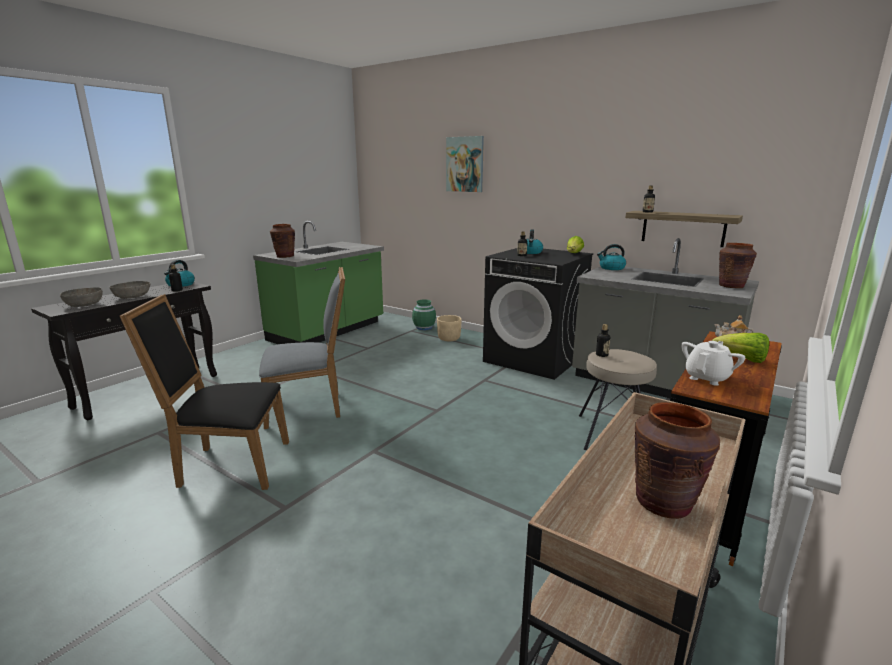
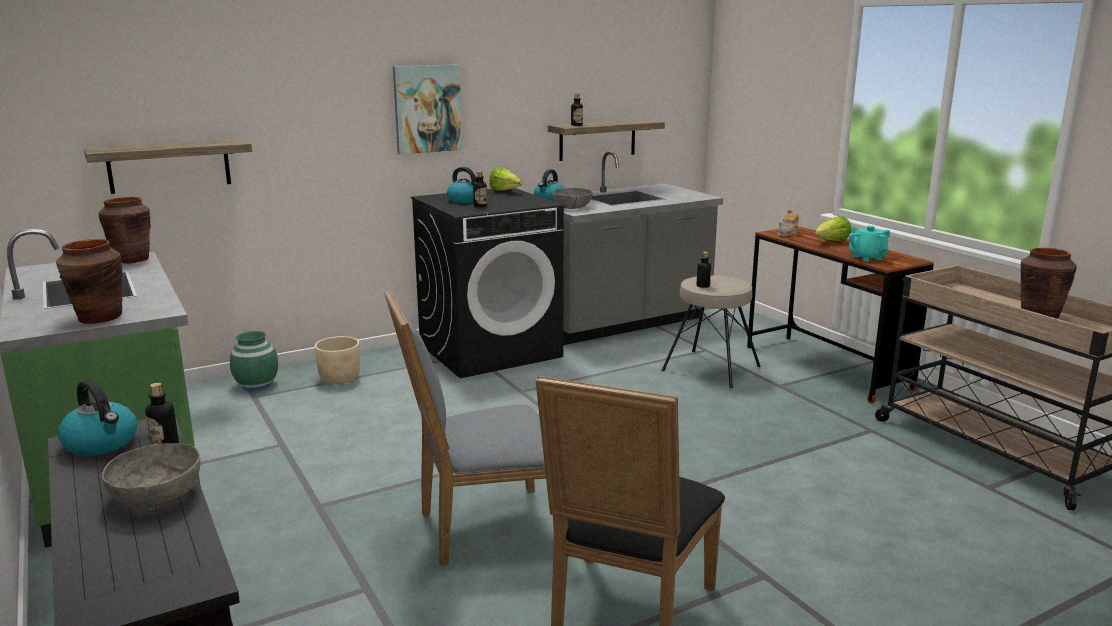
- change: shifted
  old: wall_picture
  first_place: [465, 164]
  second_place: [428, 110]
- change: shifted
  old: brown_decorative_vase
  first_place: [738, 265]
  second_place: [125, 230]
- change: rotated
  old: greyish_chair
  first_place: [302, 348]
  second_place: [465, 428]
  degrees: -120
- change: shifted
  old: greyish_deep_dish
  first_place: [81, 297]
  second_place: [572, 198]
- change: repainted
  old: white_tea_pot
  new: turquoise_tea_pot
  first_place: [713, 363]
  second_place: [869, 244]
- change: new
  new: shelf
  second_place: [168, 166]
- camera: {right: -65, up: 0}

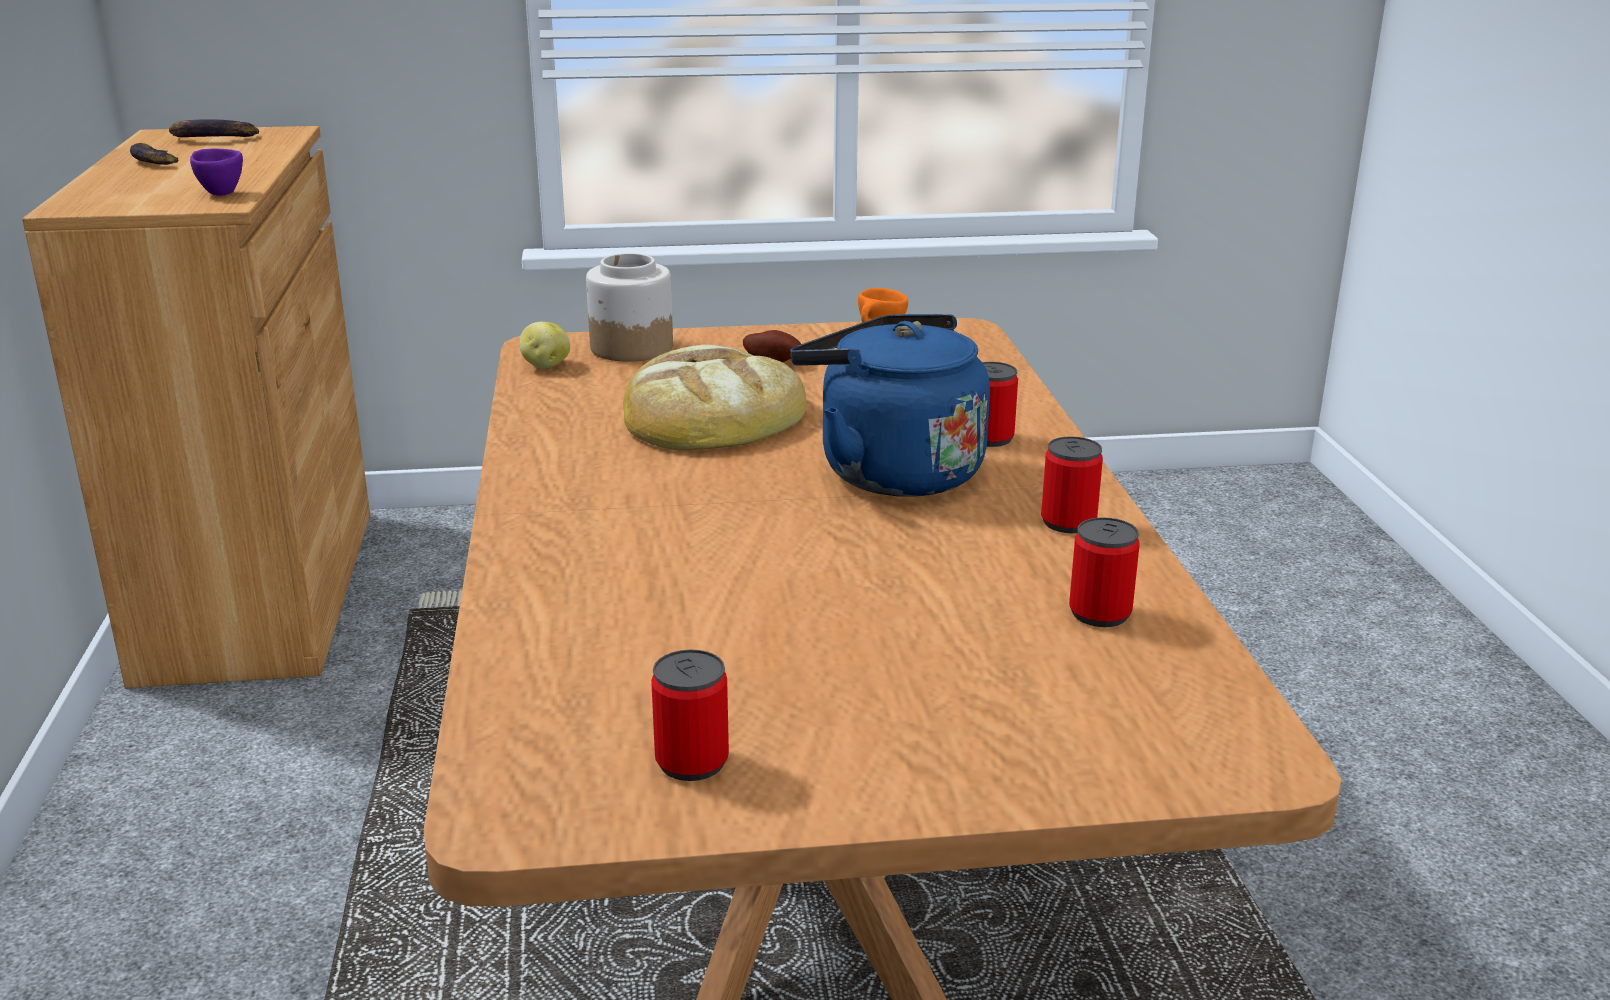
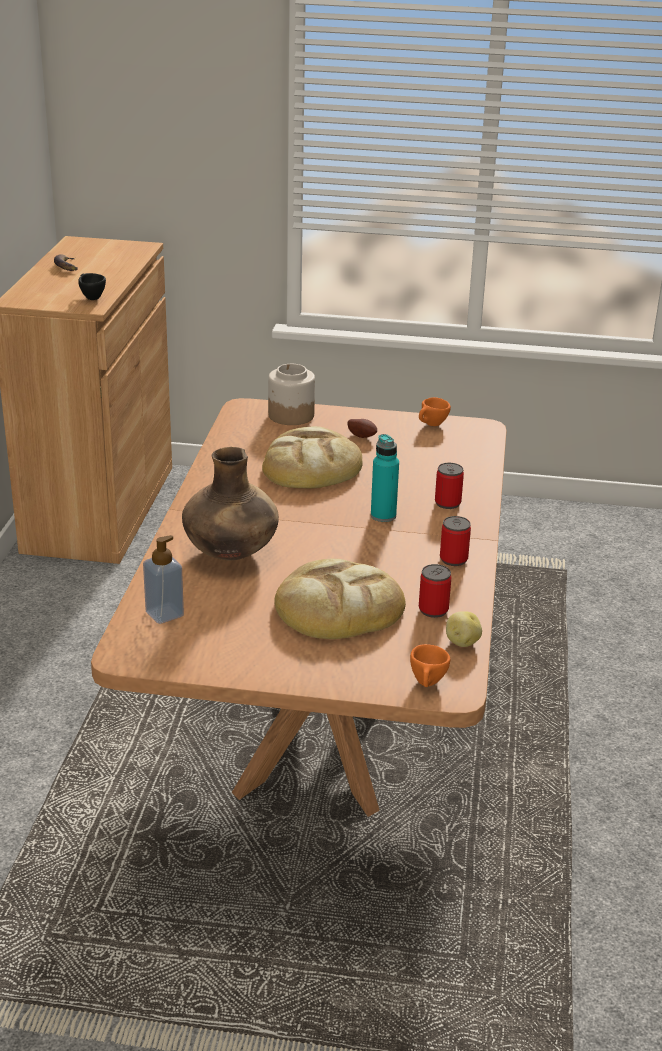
- change: gone
  old: banana
  first_place: [214, 128]
- change: repainted
  old: purple_small_cup
  new: black_small_cup
  first_place: [216, 172]
  second_place: [92, 286]
- change: swapped
  old: blue_kettle
  new: turquoise_bottle
  first_place: [890, 405]
  second_place: [385, 478]
- change: shifted
  old: spud
  first_place: [544, 345]
  second_place: [464, 629]
- change: gone
  old: sealed_can
  first_place: [690, 715]
- change: new
  new: brown_decorative_vase
  second_place: [230, 503]
- change: new
  new: liquid_soap_bottle
  second_place: [163, 579]
- change: new
  new: baked_bread
  second_place: [340, 599]
- change: new
  new: orange-coloured_small_cup
  second_place: [430, 665]
- camera: {right: 15, up: 5}

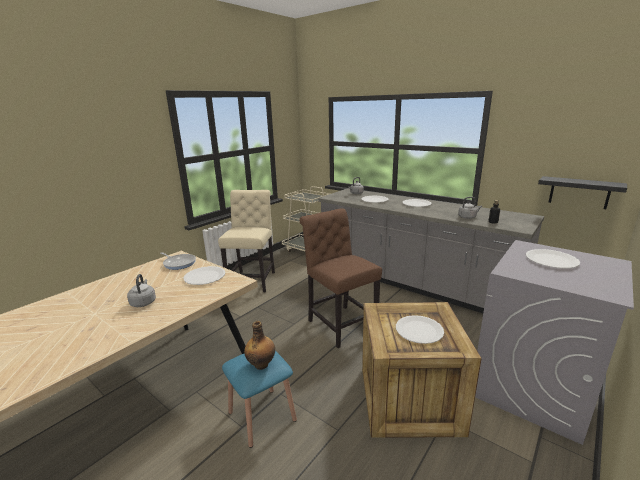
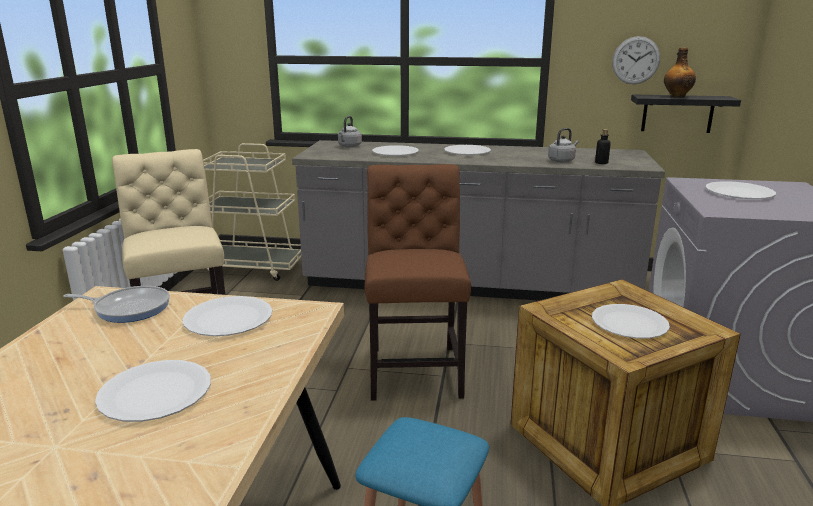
- change: rotated
  old: brown_chair
  first_place: [341, 278]
  second_place: [417, 282]
  degrees: 60
- change: swapped
  old: greyish_kettle
  new: white_dinner_plate
  first_place: [141, 290]
  second_place: [153, 391]
- change: shifted
  old: bottle
  first_place: [259, 345]
  second_place: [680, 72]
- change: new
  new: clock_on_the_wall
  second_place: [636, 60]
- camera: {right: -30, up: 0}

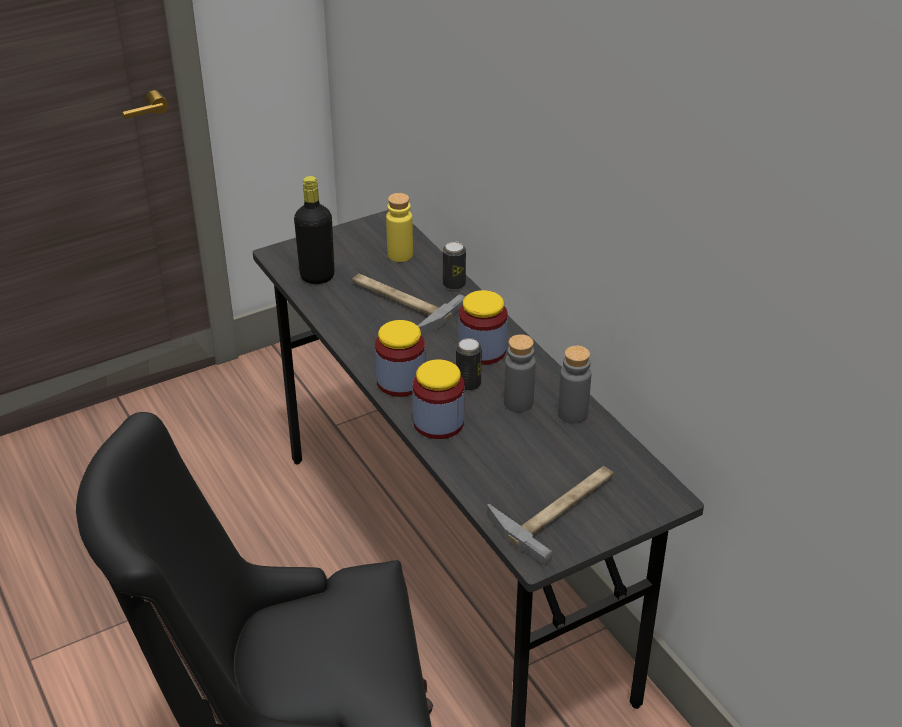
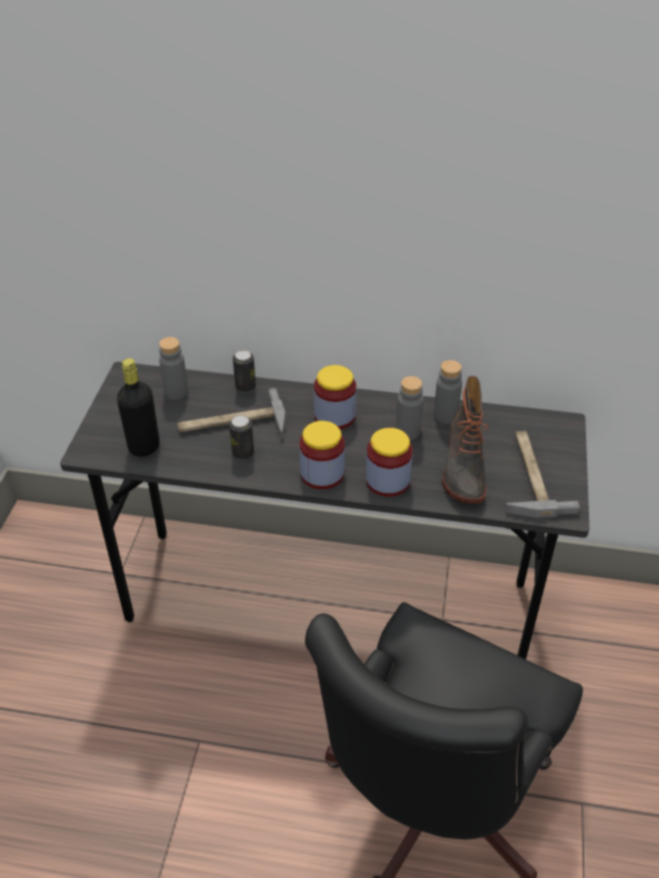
- change: repainted
  old: yellow-coloured_bottle
  new: greyish_bottle
  first_place: [399, 227]
  second_place: [173, 368]
- change: shifted
  old: sealed_can
  first_place: [469, 364]
  second_place: [241, 437]
- change: new
  new: high-top_boot
  second_place: [465, 440]
- camera: {right: -50, up: 5}

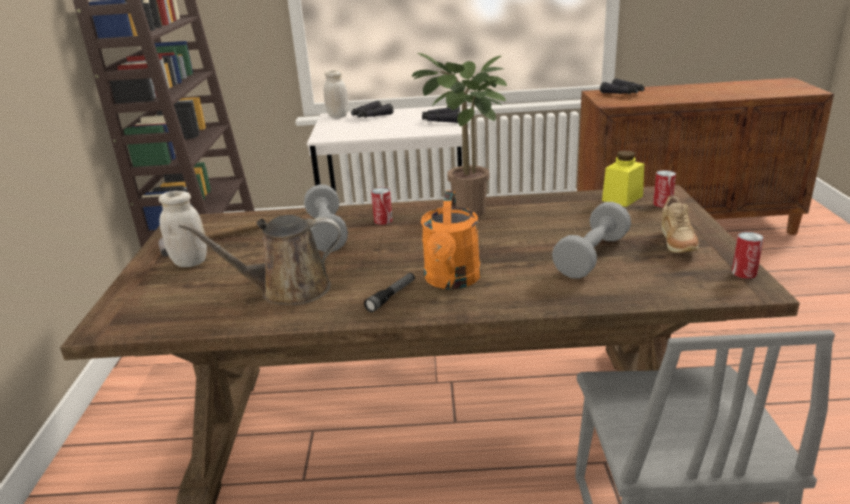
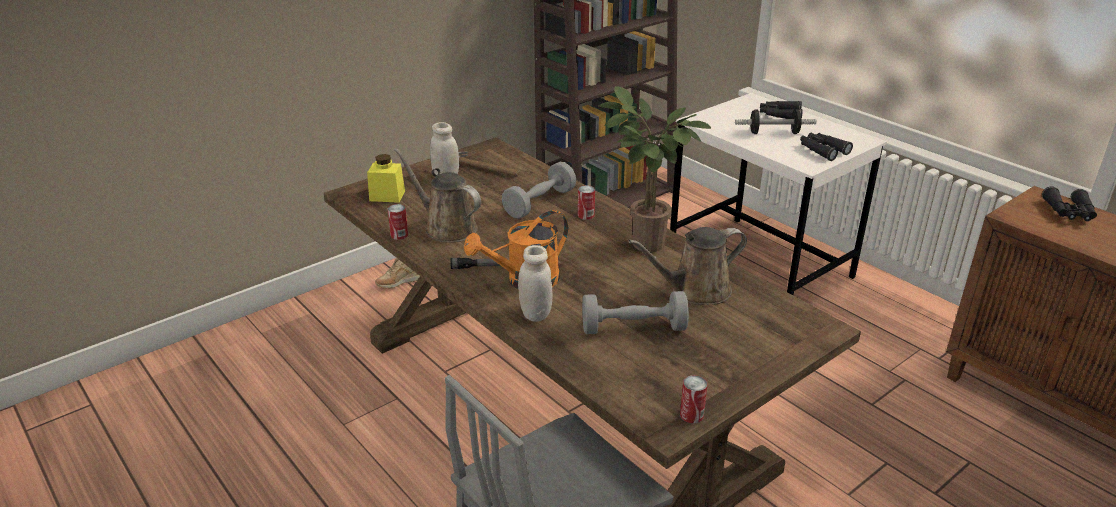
- change: shifted
  old: white_jar
  first_place: [336, 94]
  second_place: [535, 283]
- change: shifted
  old: yellow-coloured_jar
  first_place: [623, 178]
  second_place: [386, 178]
- change: shifted
  old: sealed_can
  first_place: [664, 189]
  second_place: [398, 222]
- change: shifted
  old: beige_low_shoe
  first_place: [680, 224]
  second_place: [397, 273]
- change: new
  new: dumbbell
  second_place: [776, 121]
- change: new
  new: brown_sprinkling_can
  second_place: [687, 266]
- camera: {right: 50, up: 5}

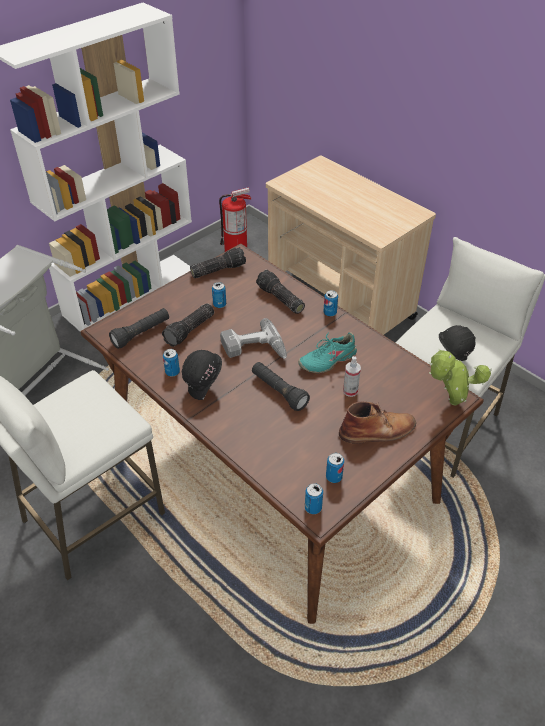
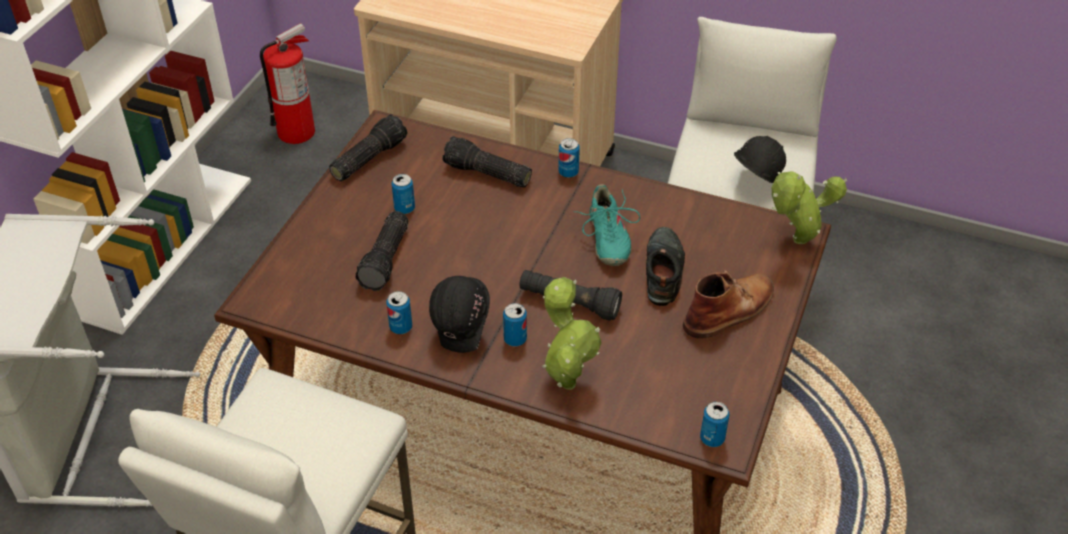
- change: gone
  old: black_torch
  first_place: [139, 328]
- change: gone
  old: power_drill
  first_place: [253, 338]
- change: rotated
  old: turquoise_low_shoe
  first_place: [327, 352]
  second_place: [607, 225]
  degrees: -45
- change: swapped
  old: spray_bottle
  new: black_low_shoe
  first_place: [352, 376]
  second_place: [665, 266]
- change: shifted
  old: sealed_can
  first_place: [335, 468]
  second_place: [515, 324]
- change: new
  new: potted_plant
  second_place: [572, 333]
- camera: {right: -25, up: 0}

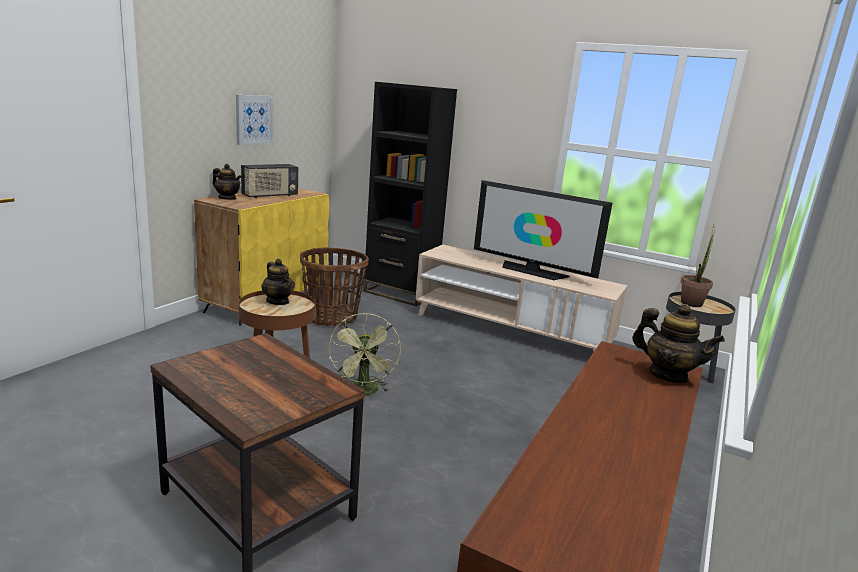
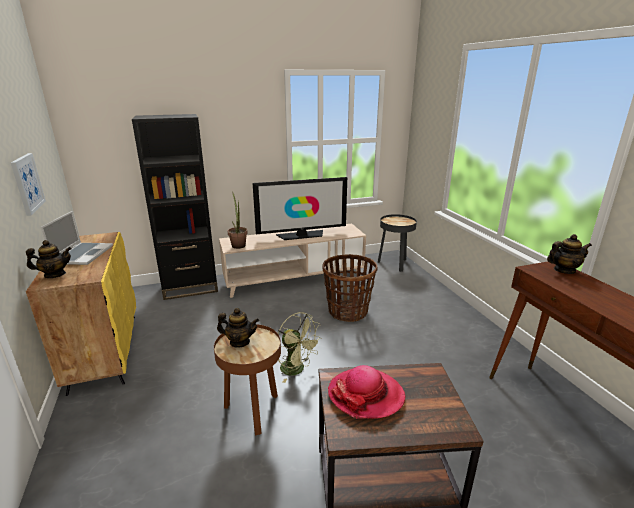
- change: swapped
  old: radio_set
  new: laptop
  first_place: [269, 181]
  second_place: [77, 238]
- change: shifted
  old: potted_plant
  first_place: [697, 266]
  second_place: [238, 220]
- change: shifted
  old: household_basket
  first_place: [334, 287]
  second_place: [350, 288]
- change: new
  new: hat
  second_place: [366, 392]
- camera: {right: -45, up: 5}

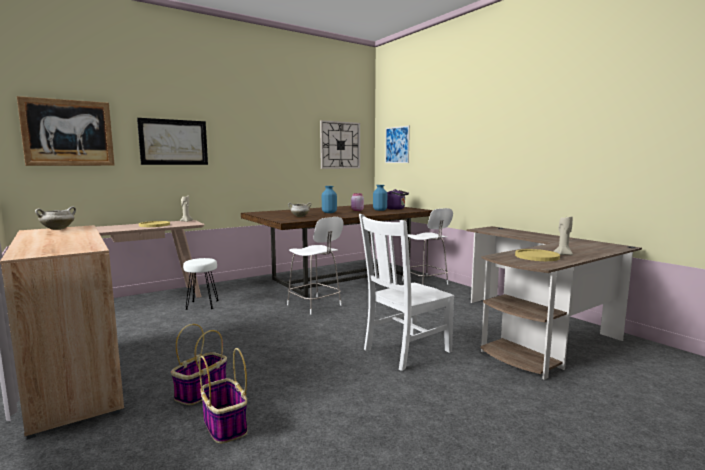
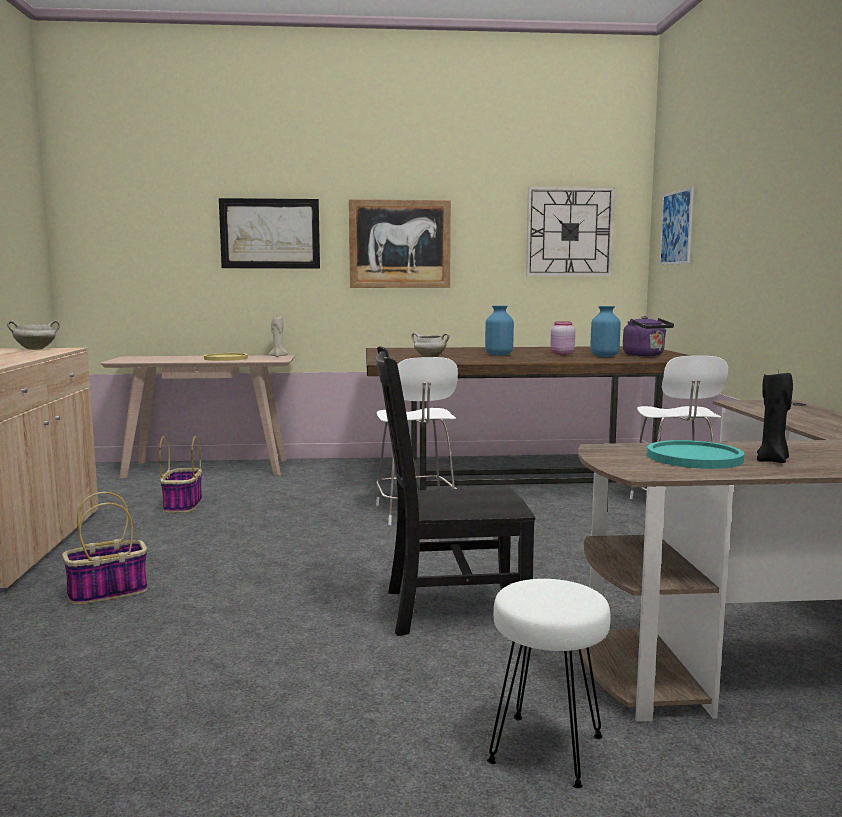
- change: shifted
  old: wall_picture
  first_place: [66, 131]
  second_place: [400, 243]
- change: repainted
  old: white_chair
  new: black_chair
  first_place: [406, 292]
  second_place: [455, 491]
- change: repainted
  old: beige_candle
  new: black_candle
  first_place: [563, 235]
  second_place: [775, 417]
- change: repainted
  old: yellow-coloured_dinner_plate
  new: turquoise_dinner_plate
  first_place: [537, 255]
  second_place: [695, 454]
- change: shifted
  old: white_stool
  first_place: [201, 284]
  second_place: [549, 683]
- change: shifted
  old: household_basket
  first_place: [223, 396]
  second_place: [180, 474]
- camera: {right: 30, up: 0}

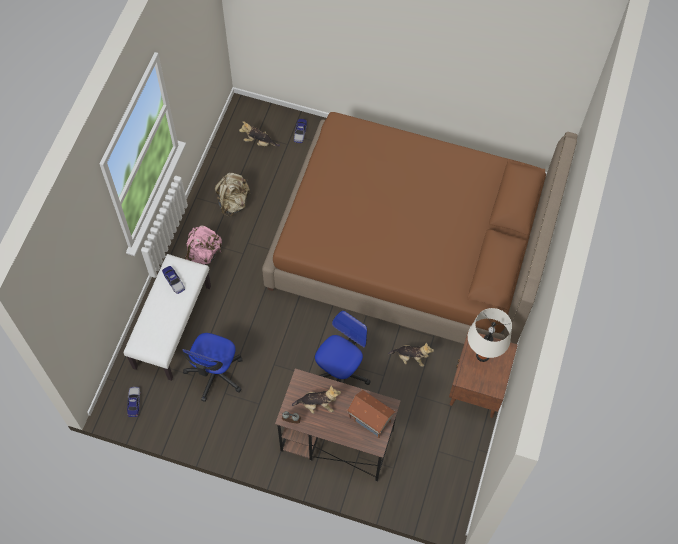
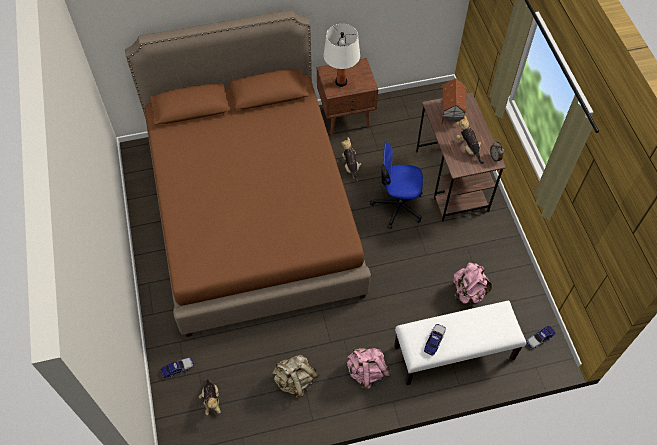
- change: swapped
  old: computer_chair
  new: pink-coloured_knapsack
  first_place: [212, 367]
  second_place: [472, 283]
- camera: {right: -120, up: -5}

